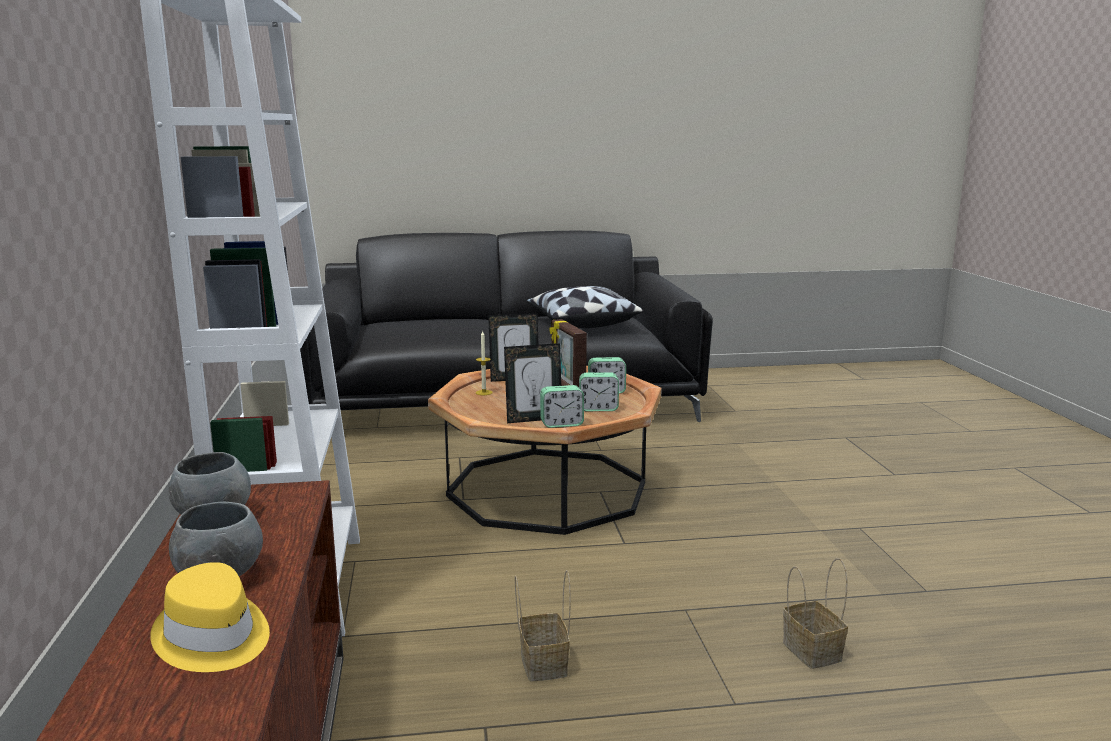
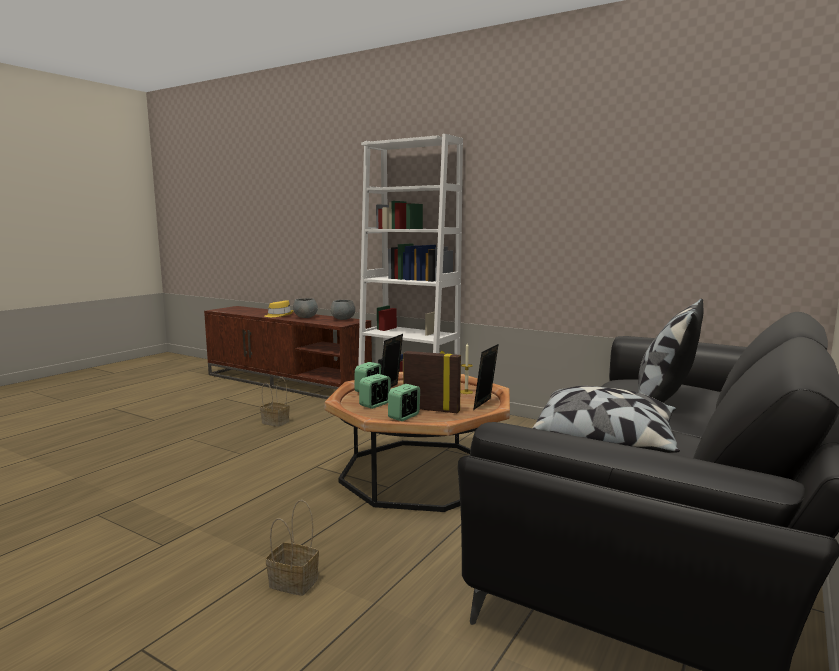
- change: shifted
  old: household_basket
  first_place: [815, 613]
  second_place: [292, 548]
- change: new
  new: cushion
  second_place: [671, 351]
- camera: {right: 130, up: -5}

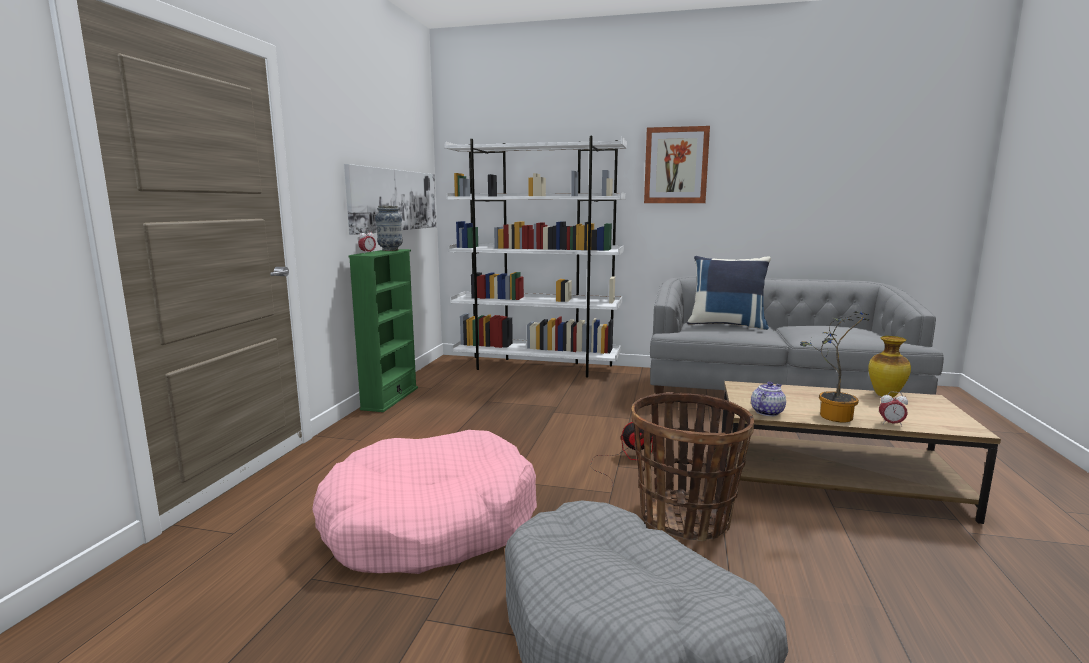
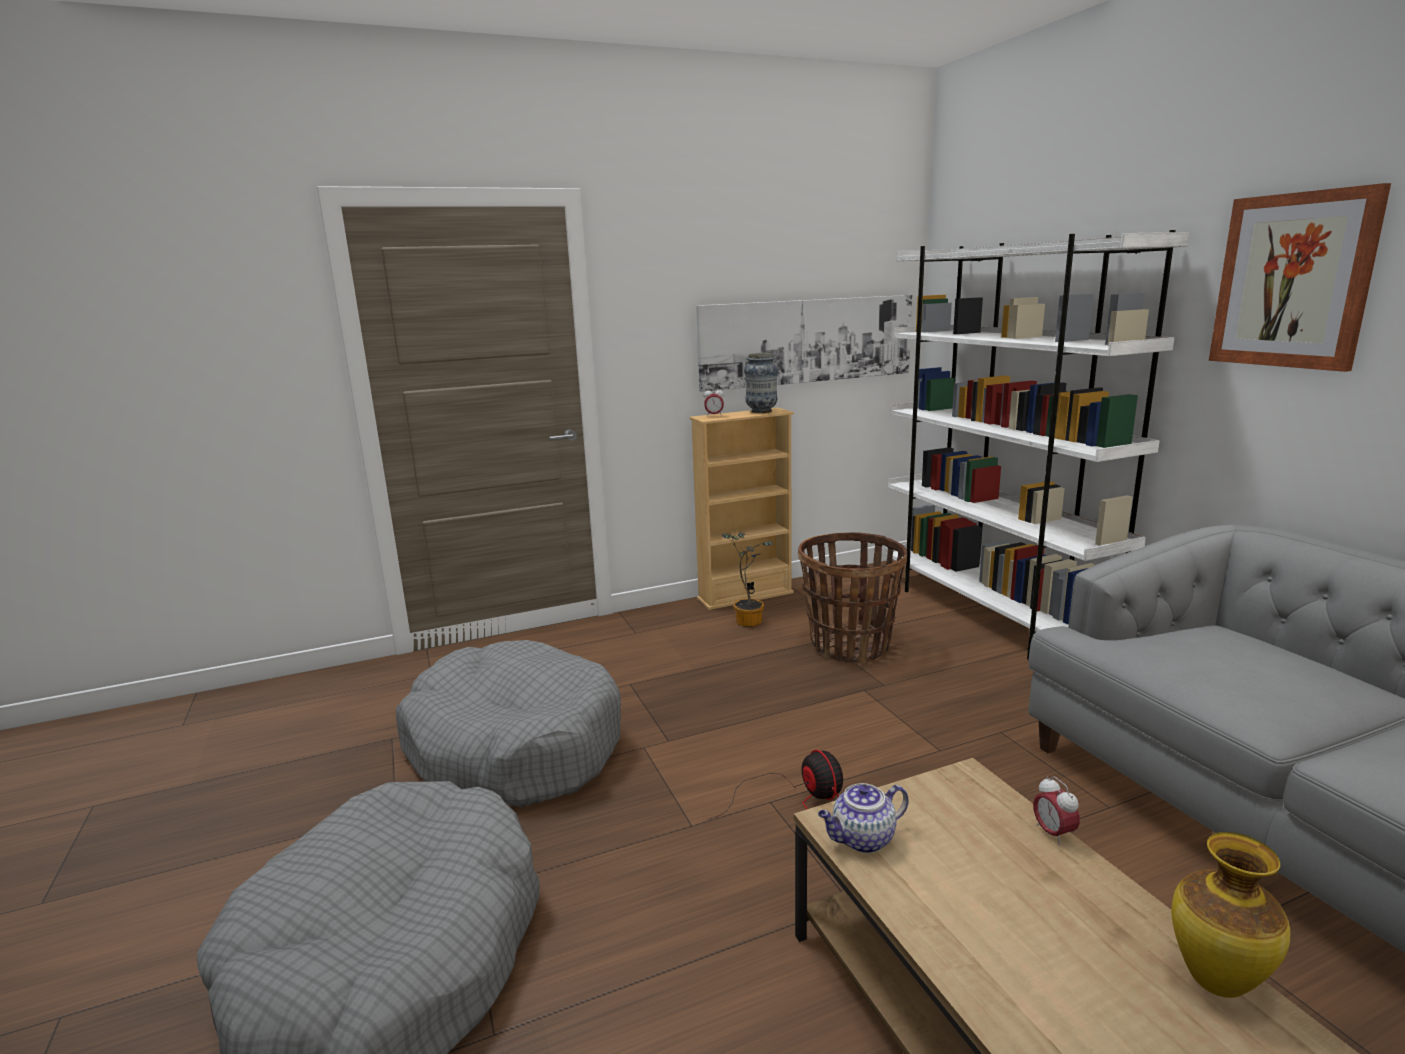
- change: repainted
  old: green-coloured_bookshelf
  new: beige_bookshelf
  first_place: [383, 330]
  second_place: [742, 509]
- change: gone
  old: blue_cushion
  first_place: [729, 293]
- change: shifted
  old: potted_plant
  first_place: [834, 366]
  second_place: [747, 580]
- change: rotated
  old: tea_pot
  first_place: [768, 399]
  second_place: [863, 818]
  degrees: 150
- change: shifted
  old: alarm_clock
  first_place: [893, 408]
  second_place: [1056, 811]
- change: shifted
  old: household_basket
  first_place: [693, 466]
  second_place: [852, 597]
- change: repainted
  old: pink-coloured_dog_bed
  new: greyish_dog_bed
  first_place: [424, 502]
  second_place: [508, 723]
- camera: {right: 55, up: 5}

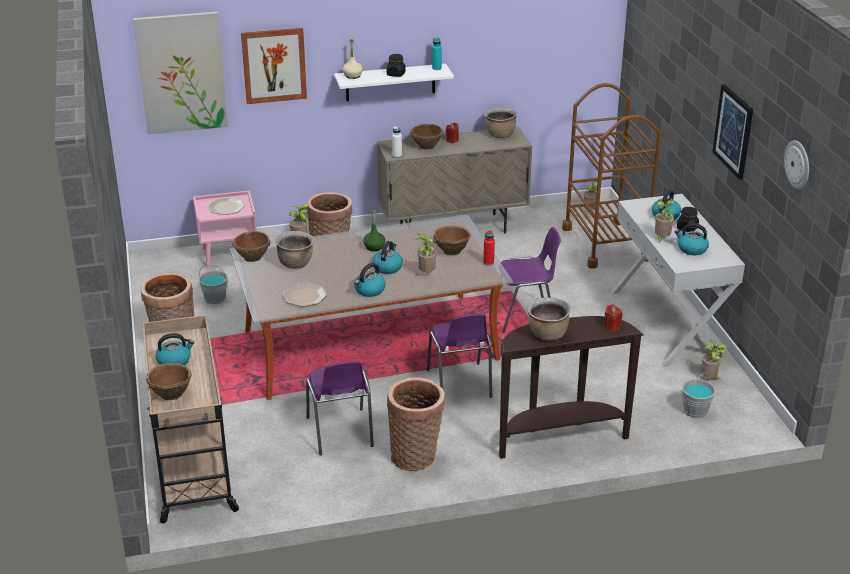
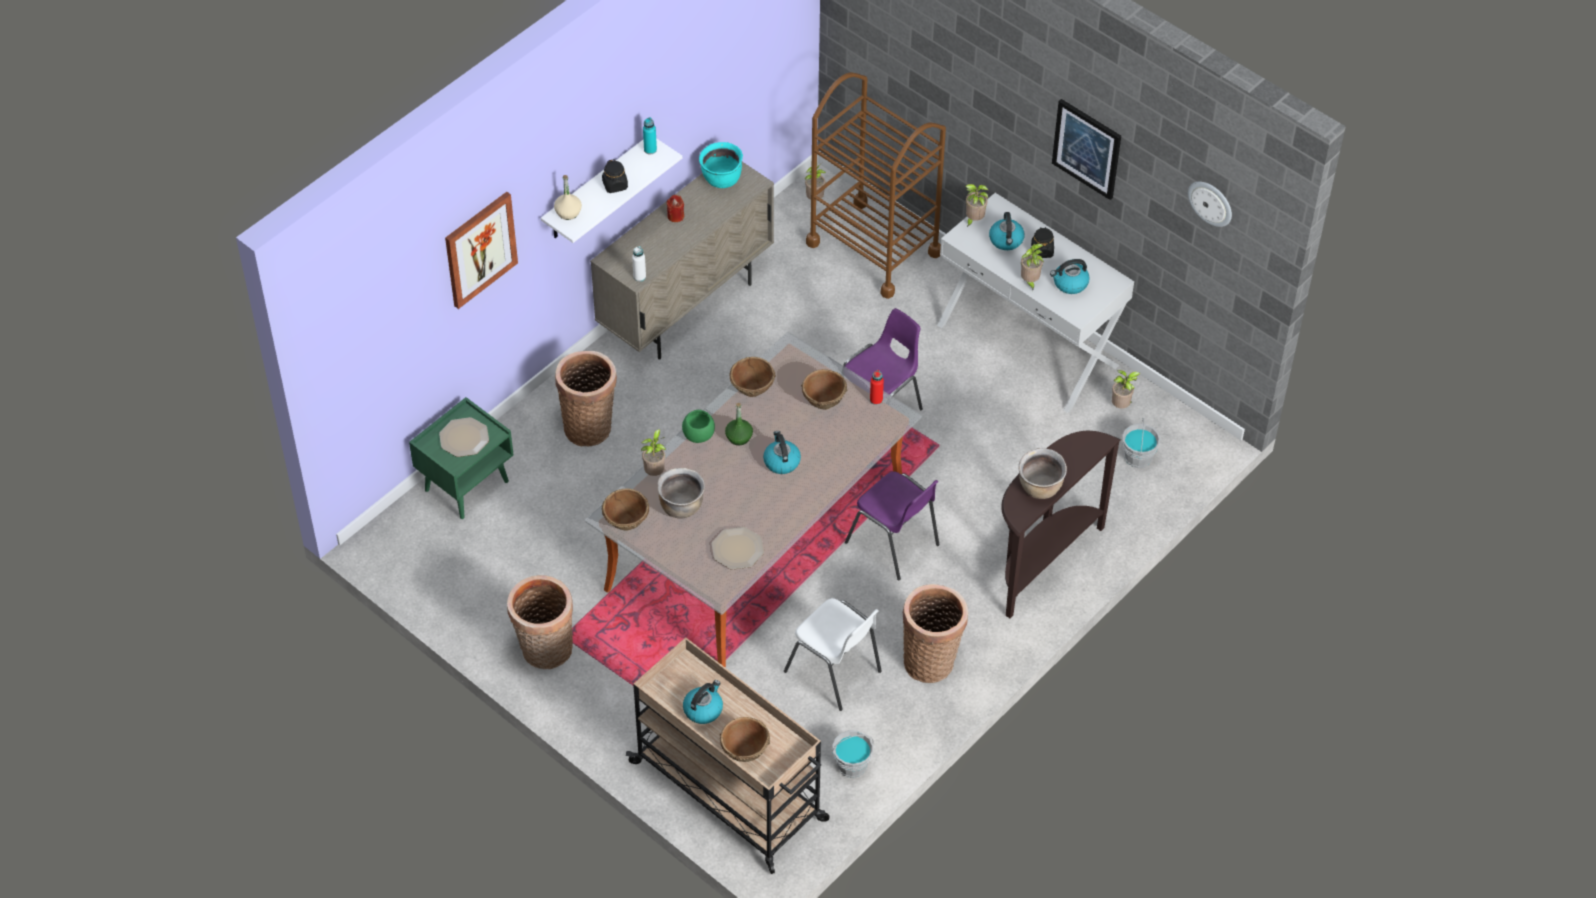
- change: gone
  old: wall_picture
  first_place: [180, 73]
- change: repainted
  old: brown_stockpot
  new: turquoise_stockpot
  first_place: [501, 122]
  second_place: [721, 165]
- change: shifted
  old: brown_deep_dish
  first_place: [426, 137]
  second_place: [752, 377]
- change: repainted
  old: pink-coloured_nightstand
  new: green-coloured_nightstand
  first_place: [225, 229]
  second_place: [461, 458]
- change: shifted
  old: potted_plant
  first_place: [426, 254]
  second_place: [977, 205]
- change: gone
  old: kettle
  first_place: [370, 280]
- change: shifted
  old: greyish_bucket
  first_place: [213, 284]
  second_place: [853, 754]
- change: gone
  old: reddish_candle
  first_place: [613, 317]
- change: repainted
  old: purple_chair
  new: white_chair
  first_place: [340, 408]
  second_place: [833, 654]
- change: new
  new: green-coloured_deep_dish
  second_place: [698, 426]
- camera: {right: -35, up: 20}

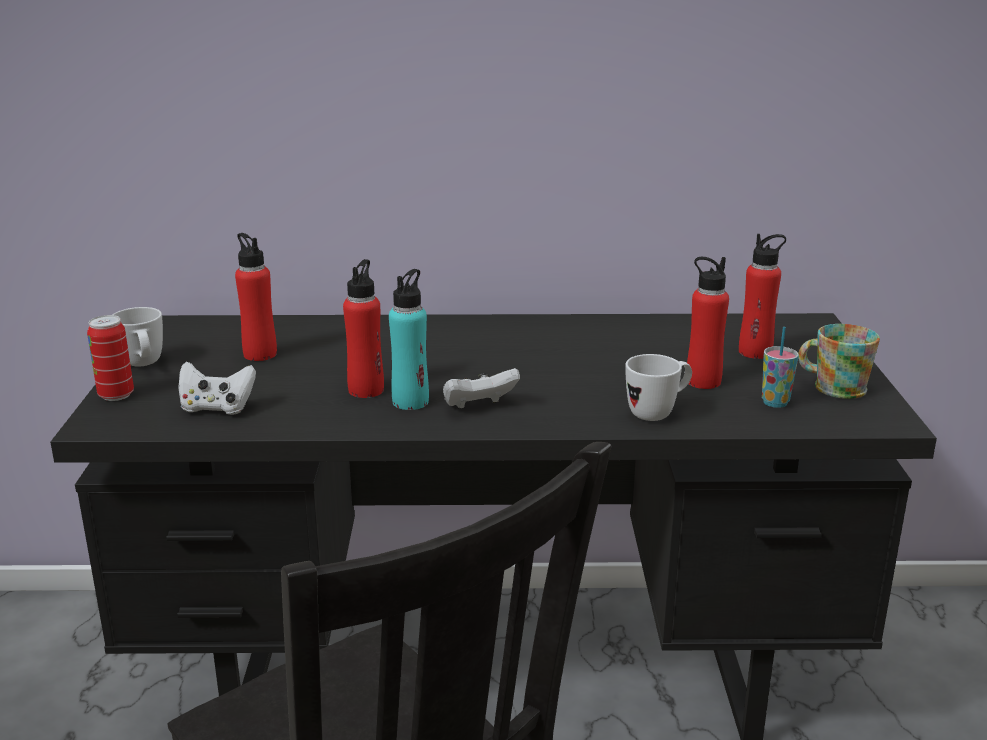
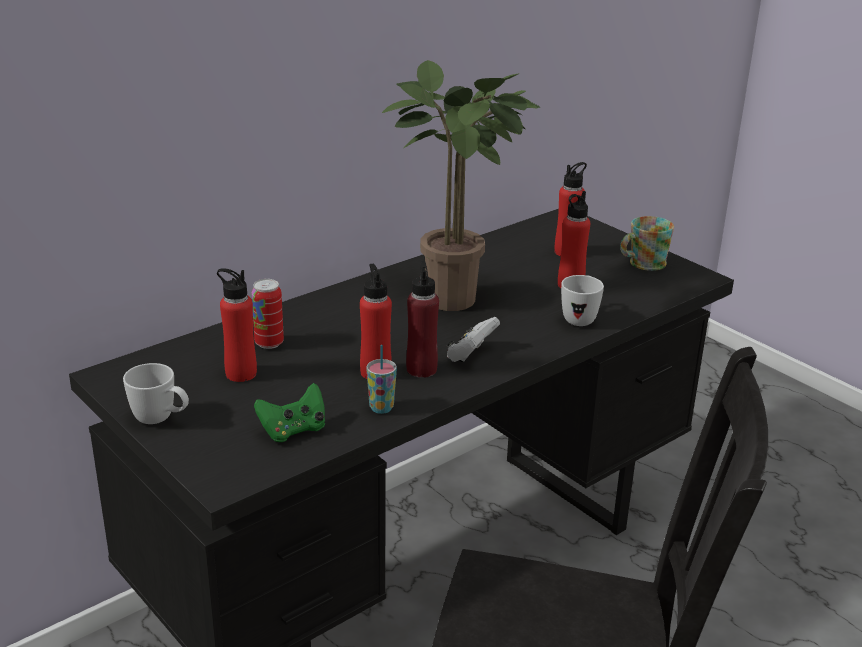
- change: repainted
  old: turquoise_bottle
  new: reddish_bottle
  first_place: [409, 339]
  second_place: [422, 319]
- change: shifted
  old: sealed_can
  first_place: [110, 358]
  second_place: [267, 314]
- change: shifted
  old: small_cup
  first_place: [780, 367]
  second_place: [381, 379]
- change: repainted
  old: white_joypad
  new: green-coloured_joypad
  first_place: [217, 388]
  second_place: [289, 412]
- change: new
  new: potted_plant
  second_place: [461, 185]
- camera: {right: -40, up: 5}

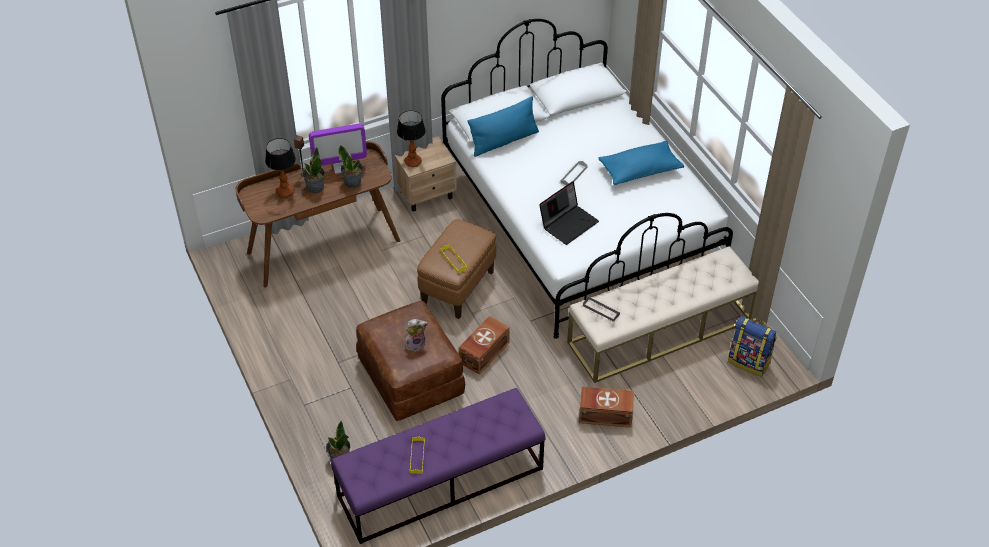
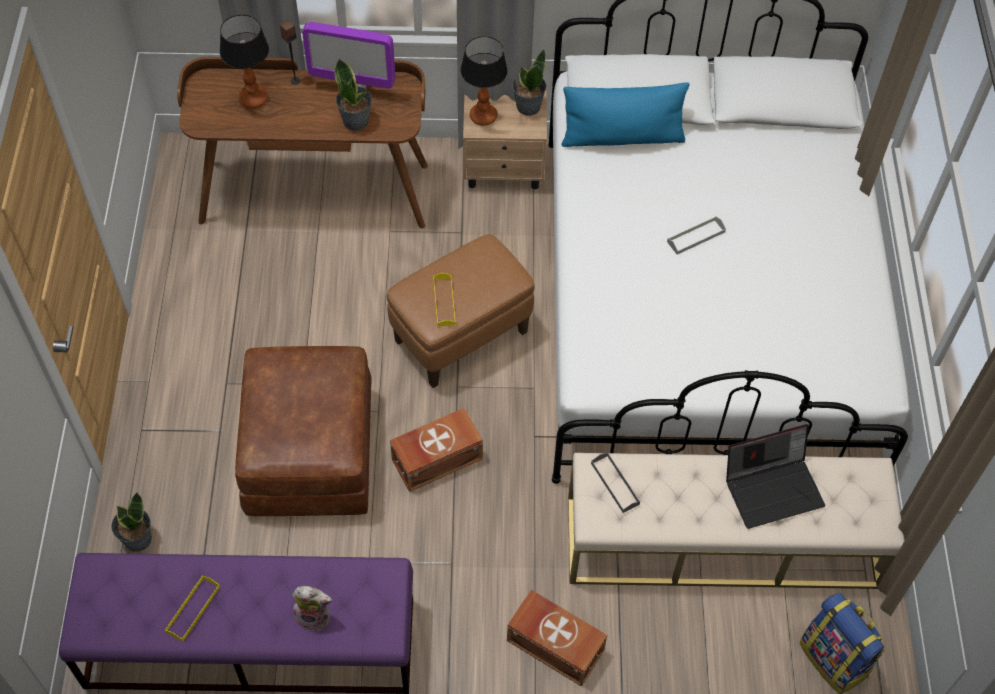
- change: gone
  old: blue_cushion
  first_place: [641, 162]
- change: shifted
  old: potted_plant
  first_place: [313, 170]
  second_place: [529, 83]
- change: shifted
  old: laptop
  first_place: [569, 213]
  second_place: [775, 476]
- change: shifted
  old: cuddly_toy
  first_place: [416, 336]
  second_place: [312, 608]
- camera: {right: 25, up: 10}

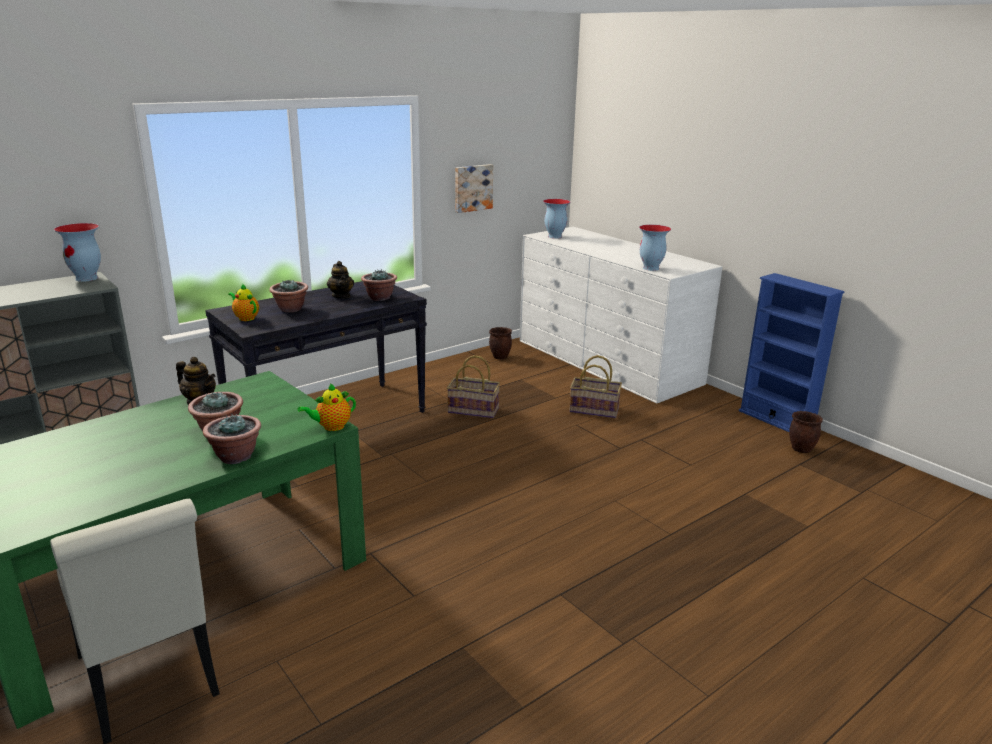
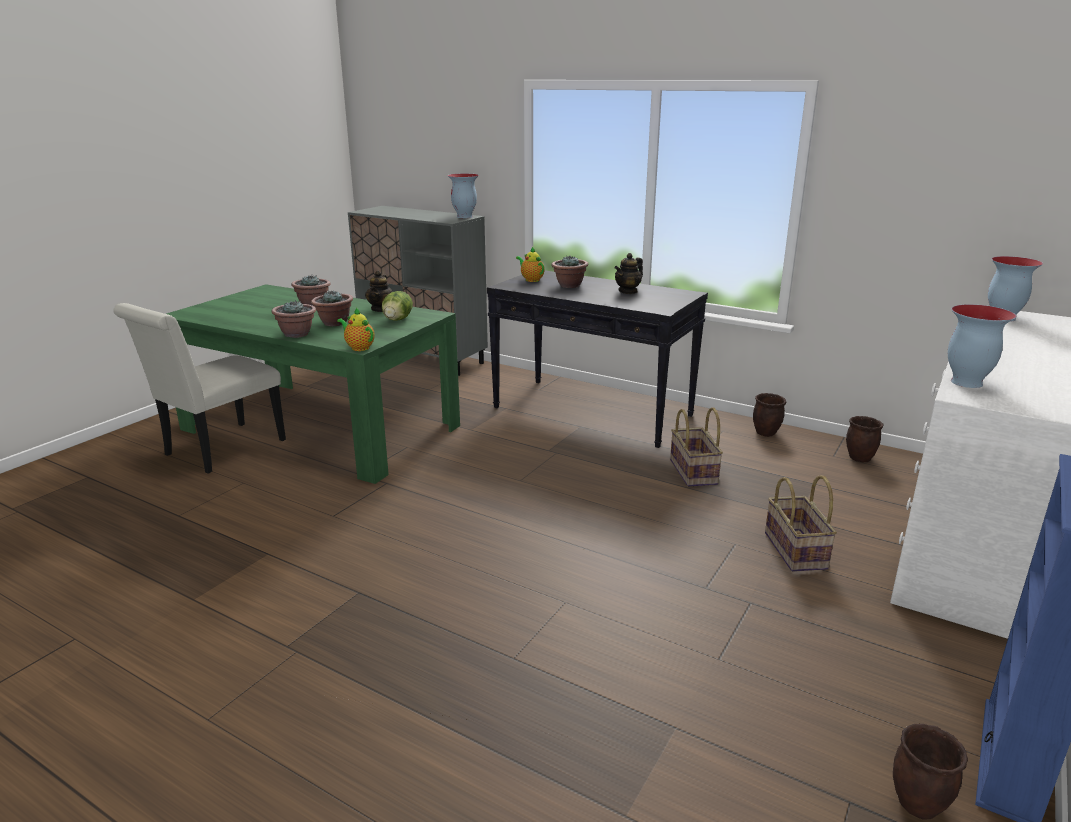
- change: gone
  old: wall_picture
  first_place: [474, 188]
- change: shifted
  old: potted_plant
  first_place: [379, 285]
  second_place: [311, 290]
- change: rotated
  old: tea_pot
  first_place: [243, 302]
  second_place: [530, 264]
  degrees: -60
- change: new
  new: lettuce
  second_place: [397, 306]
- change: new
  new: brown_flower_pot
  second_place: [769, 415]
- camera: {right: 70, up: 0}

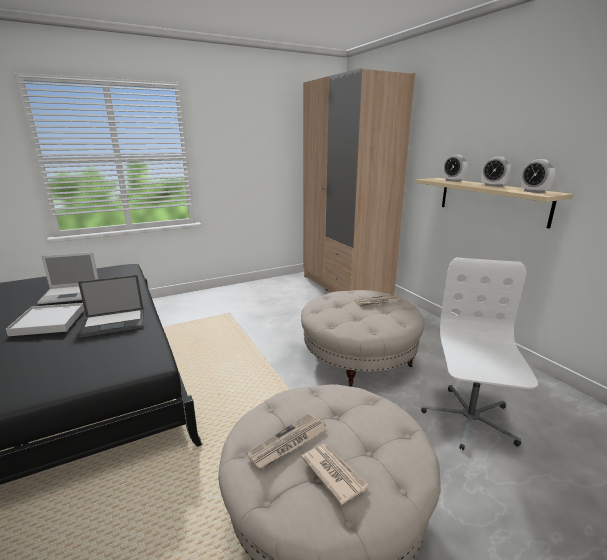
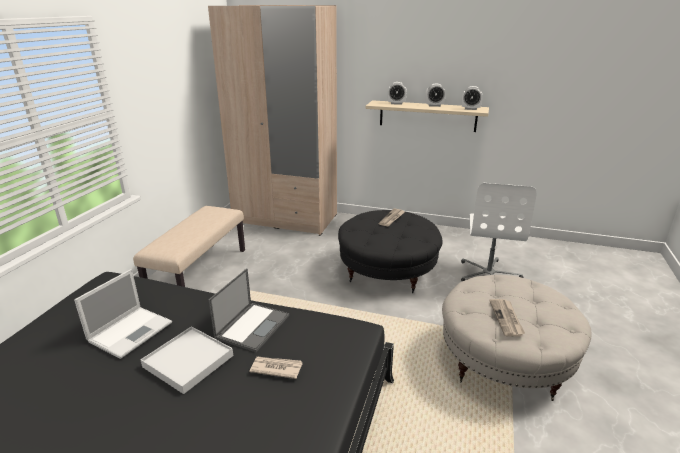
- change: rotated
  old: white_computer_chair
  first_place: [479, 354]
  second_place: [498, 232]
  degrees: -135
- change: repainted
  old: beige_ottoman
  new: black_ottoman
  first_place: [362, 338]
  second_place: [390, 251]
- change: shifted
  old: newspaper
  first_place: [335, 474]
  second_place: [276, 368]
- change: new
  new: beige_indoor_bench
  second_place: [189, 246]
- camera: {right: -45, up: 5}

